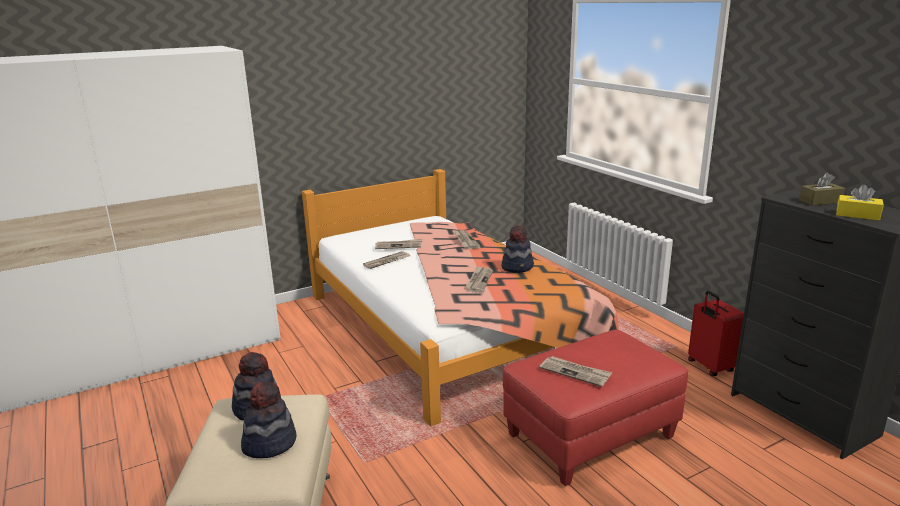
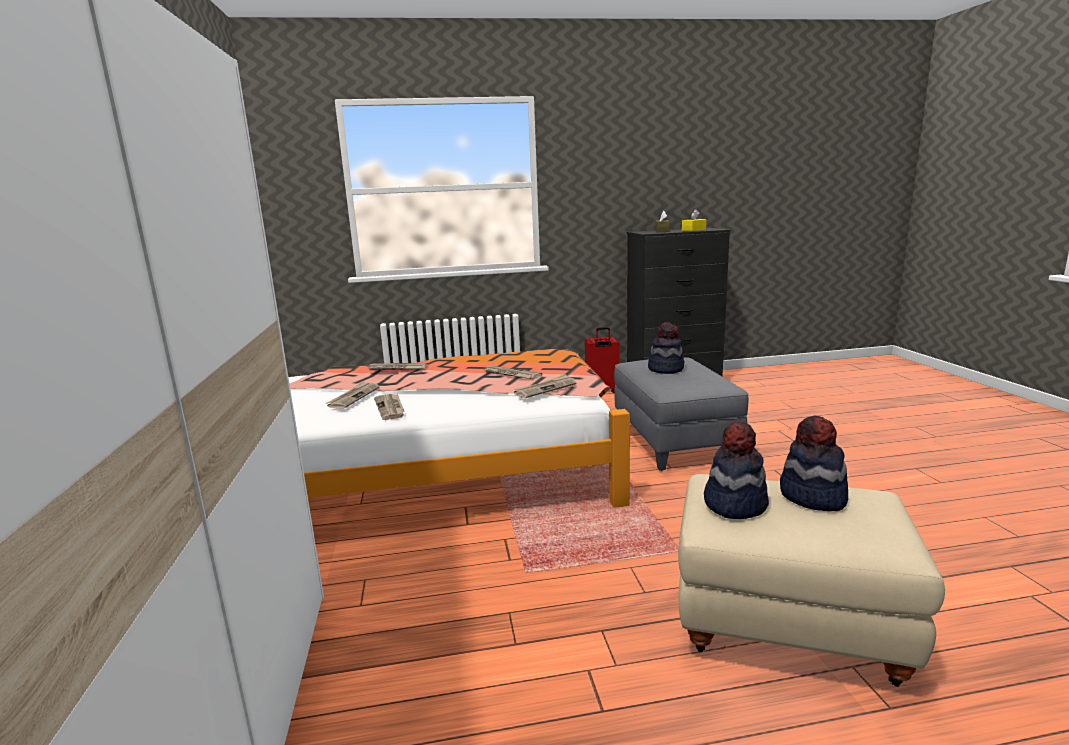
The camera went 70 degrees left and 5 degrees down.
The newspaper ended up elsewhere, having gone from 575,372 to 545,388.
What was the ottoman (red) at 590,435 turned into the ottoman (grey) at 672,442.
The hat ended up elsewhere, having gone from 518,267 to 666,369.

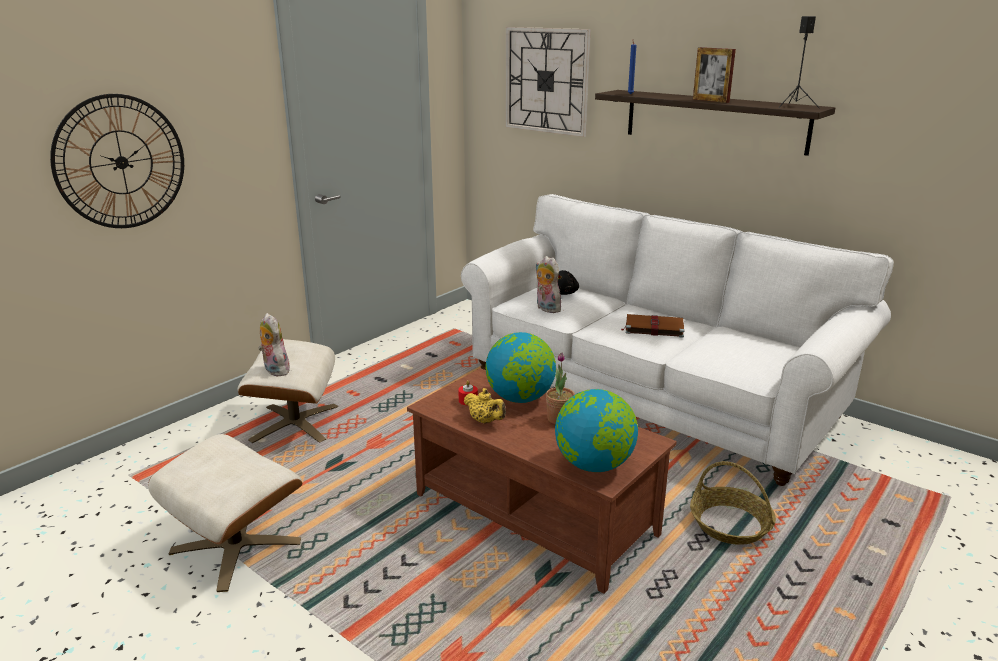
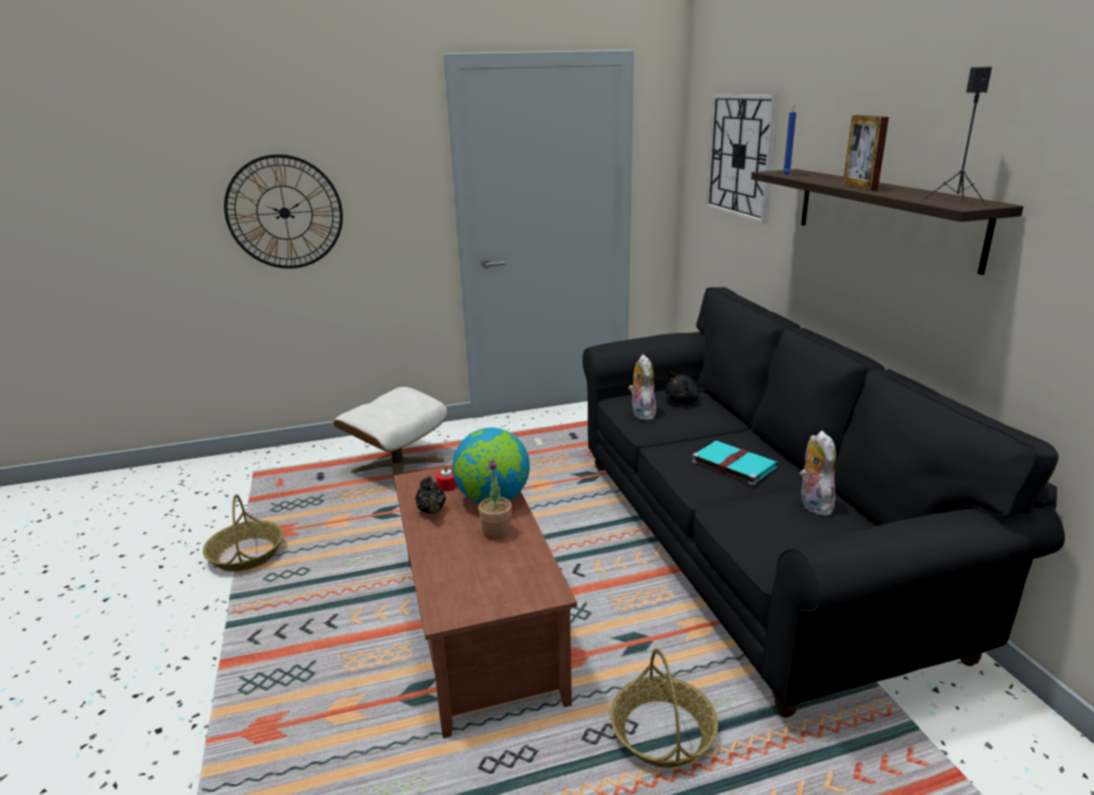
The camera went 35 degrees right and 0 degrees up.
Where the ottoman (beige) stood at 236,546, the basket came to stand at 246,554.
What was the teapot (yellow) at 485,421 turned into the teapot (black) at 432,511.
What was the sofa (white) at 651,396 turned into the sofa (black) at 746,547.
What was the book (brown) at 653,328 turned into the book (turquoise) at 732,464.
The plush toy ended up elsewhere, having gone from 274,370 to 812,504.
The second view lost the globe at 594,465.

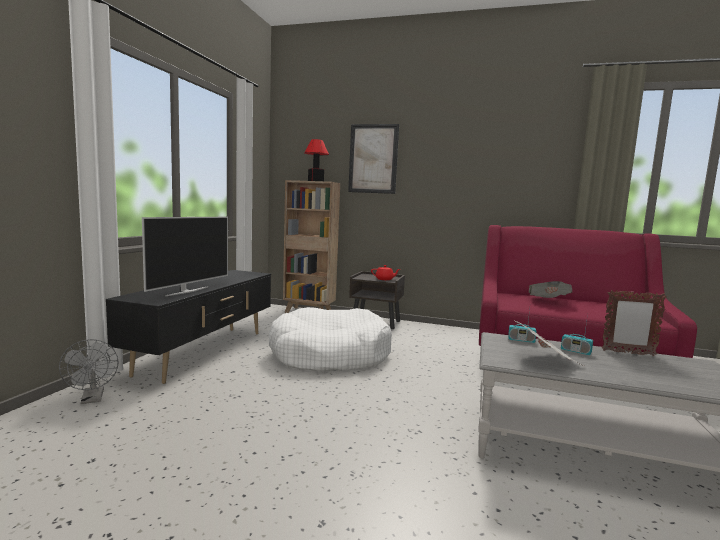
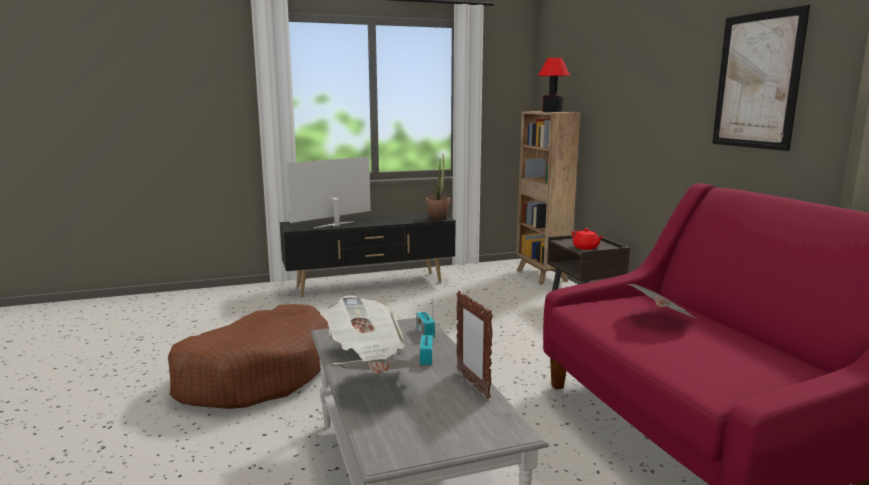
The camera went 55 degrees right and 5 degrees up.
The second view gained the dog bed (brown) at 256,374.
The television at 187,291 ended up facing another way, 150 degrees clockwise from before.
The second view gained the newspaper at 378,387.
The second view gained the potted plant at 438,218.
The picture ended up elsewhere, having gone from 373,159 to 757,81.
The second view lost the fan (grey) at 92,399.
The second view lost the dog bed (white) at 329,354.

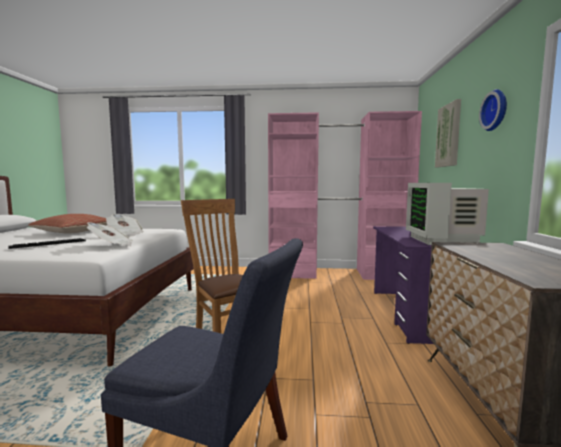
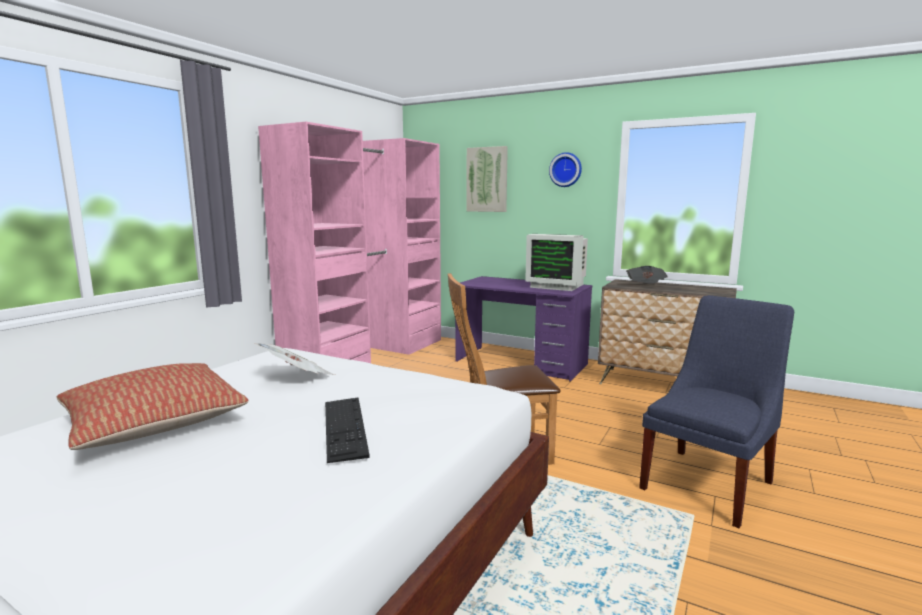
The camera went 65 degrees left and 5 degrees up.
The newspaper ended up elsewhere, having gone from 112,246 to 646,286.

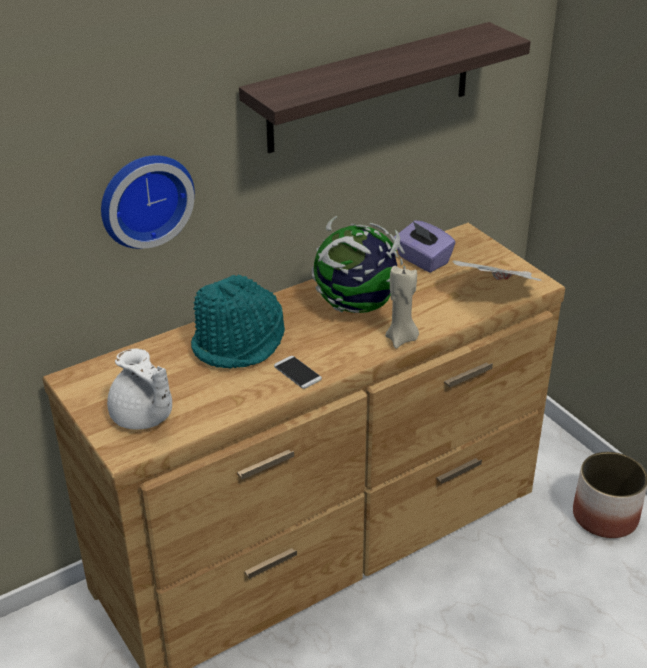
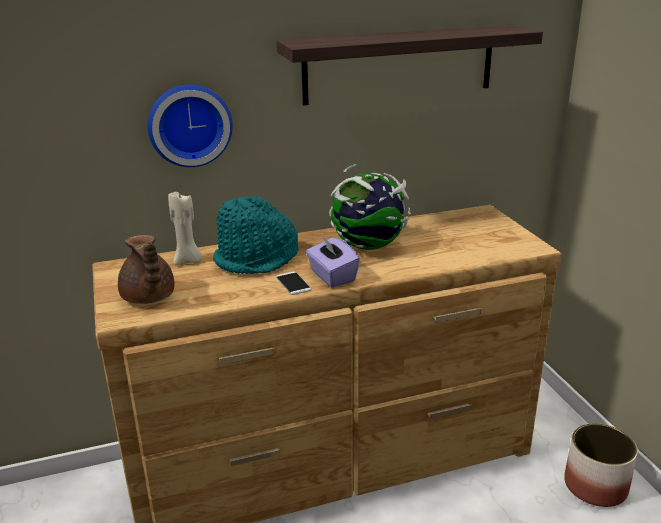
The camera went 15 degrees right and 10 degrees down.
What was the teapot (white) at 143,418 turned into the teapot (brown) at 148,298.
The candle (beige) ended up elsewhere, having gone from 401,339 to 188,261.
The tissue box (purple) ended up elsewhere, having gone from 422,260 to 332,276.
The second view lost the newspaper at 498,292.

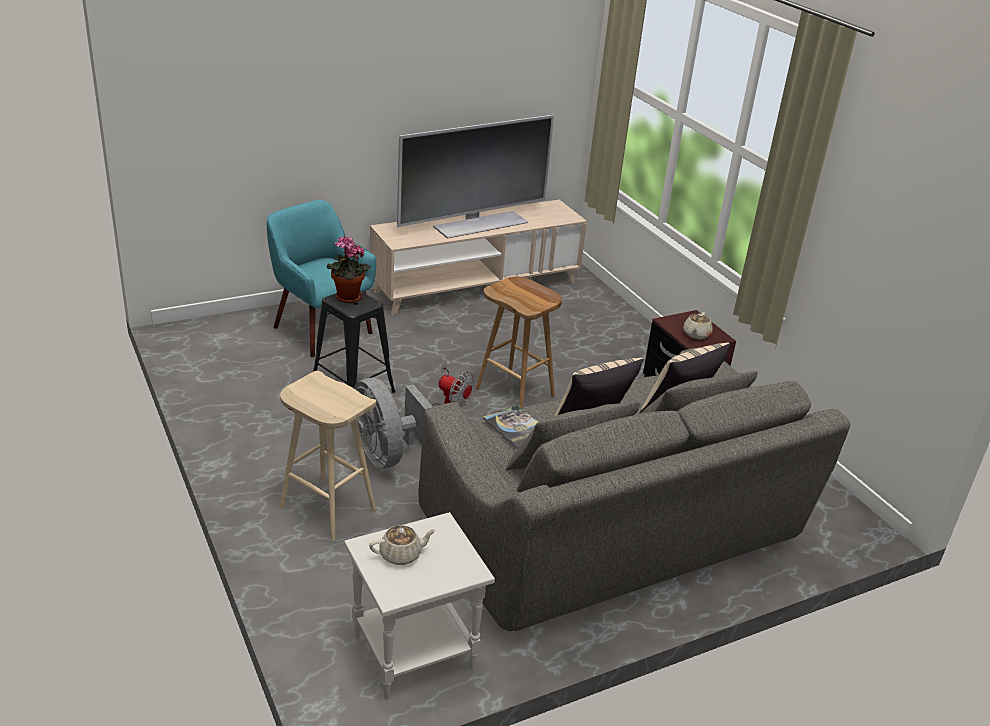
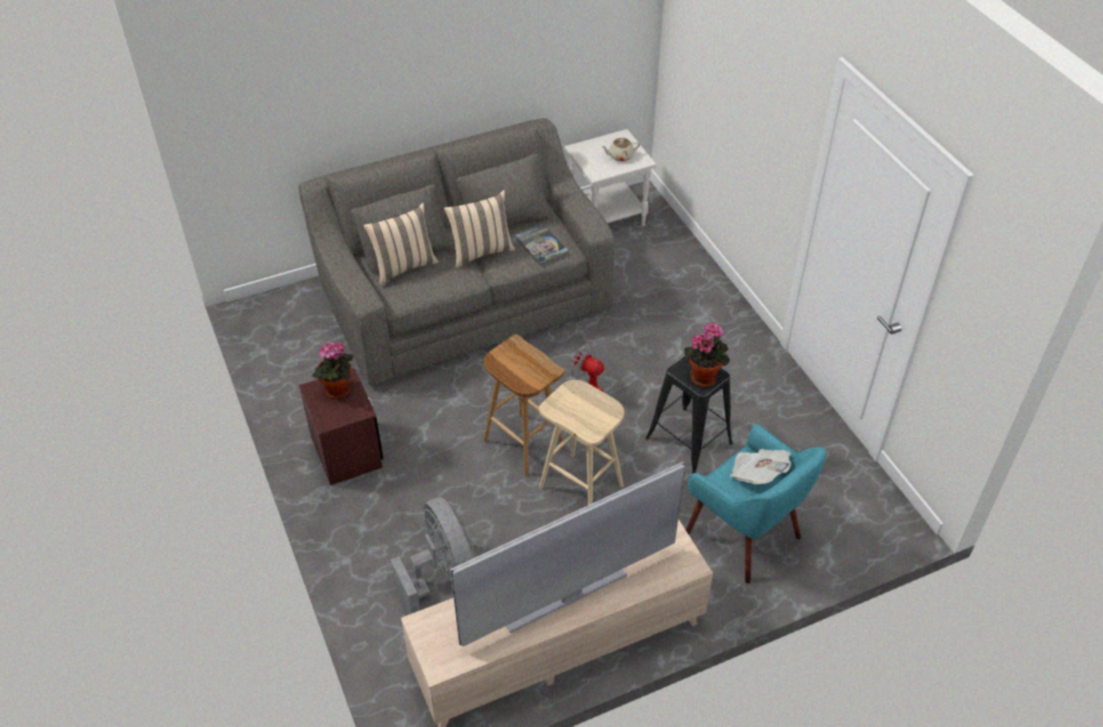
The camera went 175 degrees left and 15 degrees up.
Where the teapot (beige) stood at 696,334, the potted plant came to stand at 337,391.
The fan (grey) ended up elsewhere, having gone from 386,455 to 442,575.
The stool (beige) ended up elsewhere, having gone from 326,509 to 582,486.
The second view gained the newspaper at 757,474.

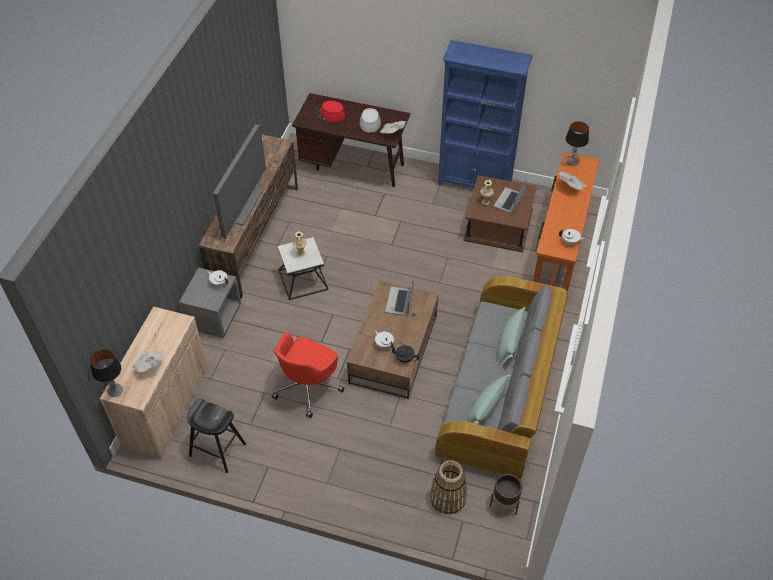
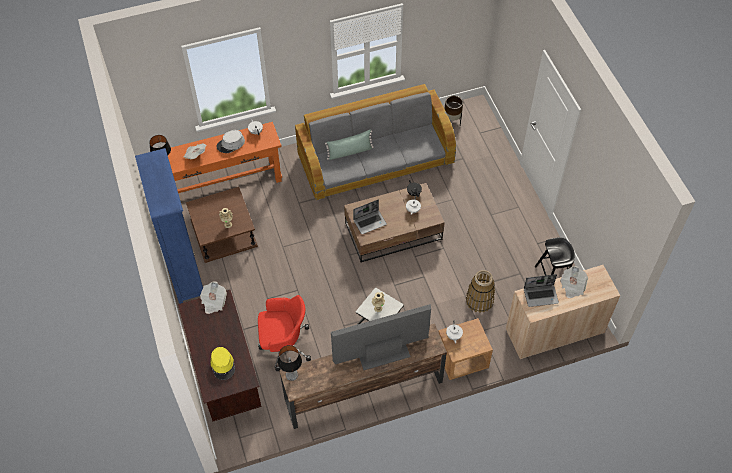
The camera went 125 degrees left and 5 degrees up.
What was the hat (red) at 329,114 turned into the hat (yellow) at 223,365.
The hat (grey) ended up elsewhere, having gone from 370,121 to 231,144.
The office chair (red) ended up elsewhere, having gone from 308,387 to 284,344.
The table lamp ended up elsewhere, having gone from 115,390 to 292,375.
What was the nightstand (grey) at 214,317 turned into the nightstand (brown) at 461,359.
The basket ended up elsewhere, having gone from 448,498 to 479,300.
The laptop ended up elsewhere, having gone from 509,201 to 541,295.
The second view lost the pillow (green) at 485,408.

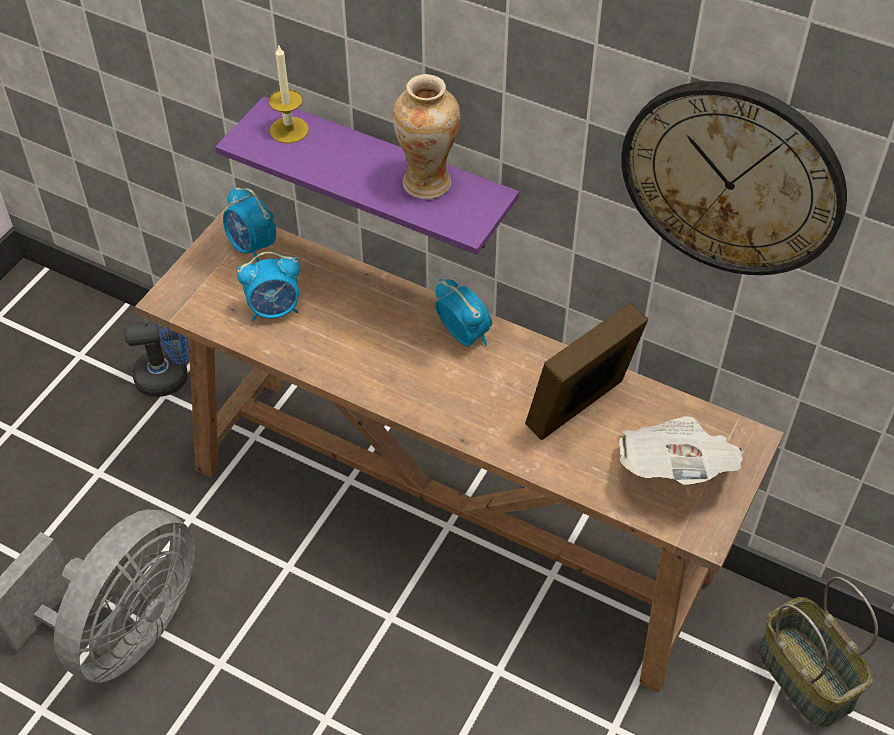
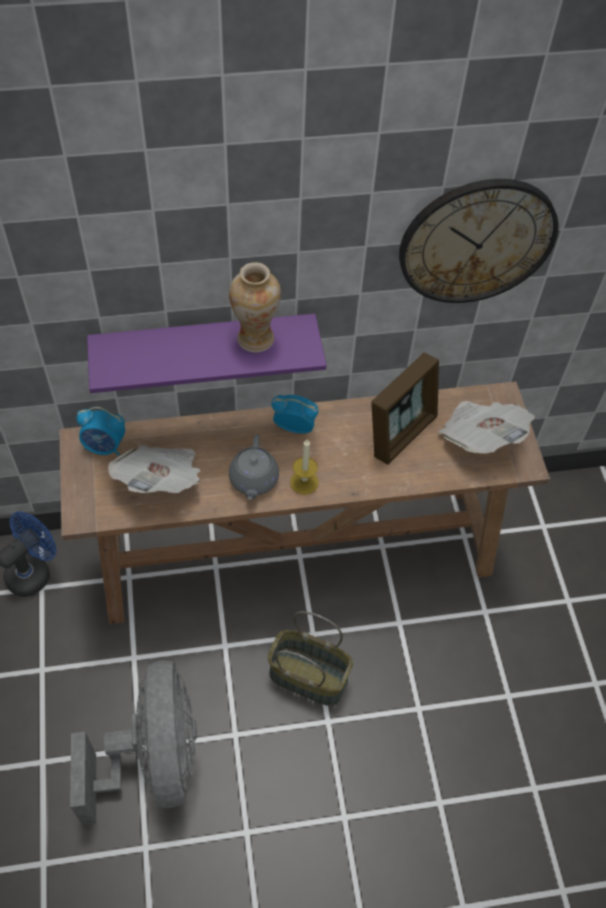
The camera went 40 degrees left and 5 degrees up.
Where the alarm clock stood at 275,310, the newspaper came to stand at 161,481.
The second view gained the teapot (grey) at 253,480.
The basket ended up elsewhere, having gone from 807,677 to 309,676.
The candle ended up elsewhere, having gone from 289,130 to 304,482.
The picture frame at 580,409 ended up facing another way, 150 degrees counterclockwise from before.

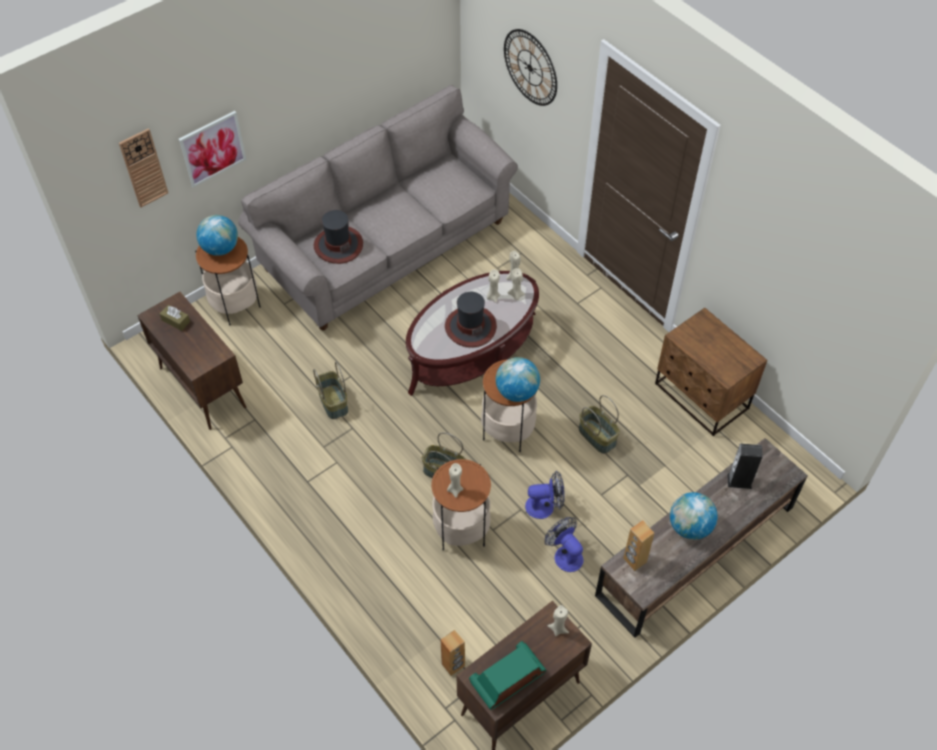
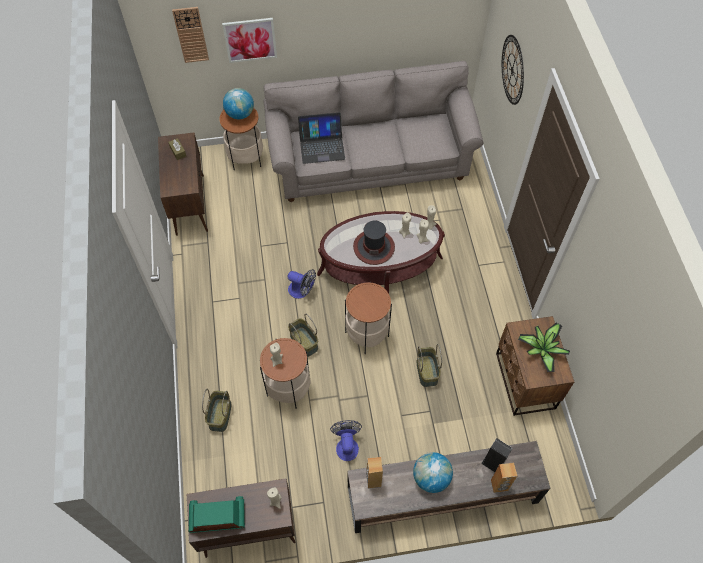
The camera went 30 degrees right and 5 degrees up.
The basket ended up elsewhere, having gone from 334,402 to 220,415.
The fan ended up elsewhere, having gone from 545,506 to 302,291.
Where the hat stood at 338,245, the laptop came to stand at 322,146.
The speaker (brown) ended up elsewhere, having gone from 453,665 to 499,485.
The second view gained the potted plant at 542,349.
The second view lost the globe at 517,392.

